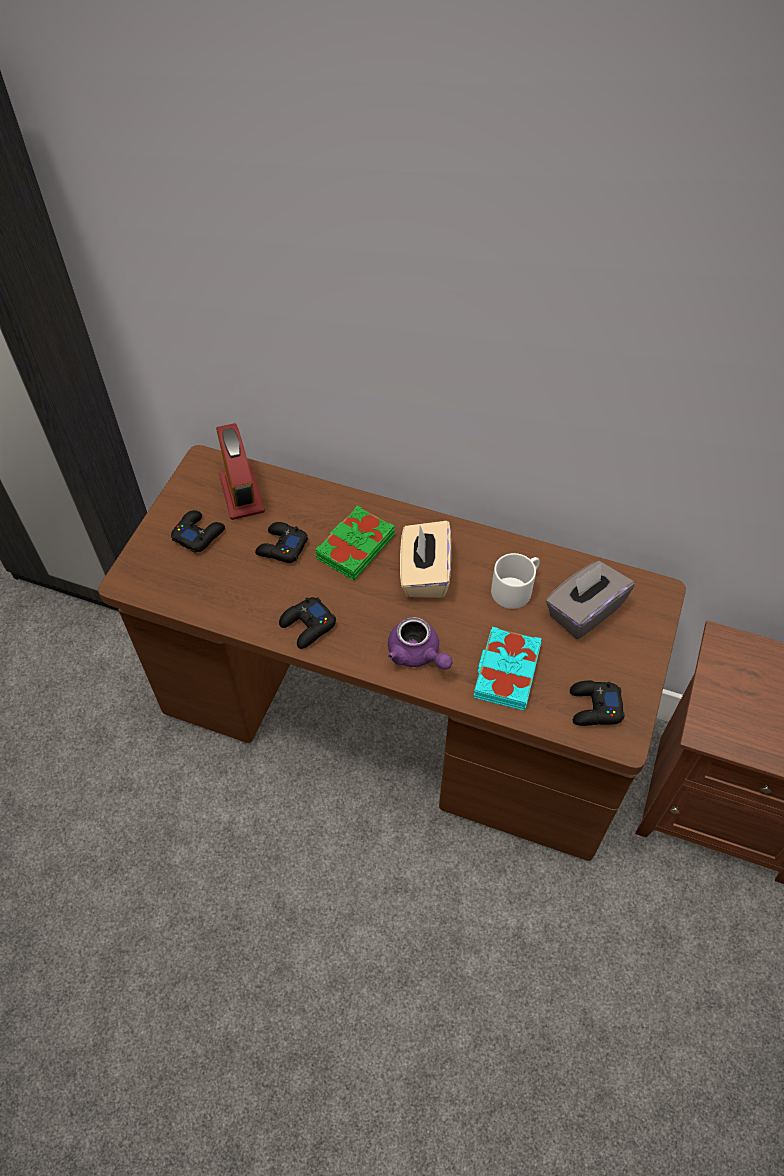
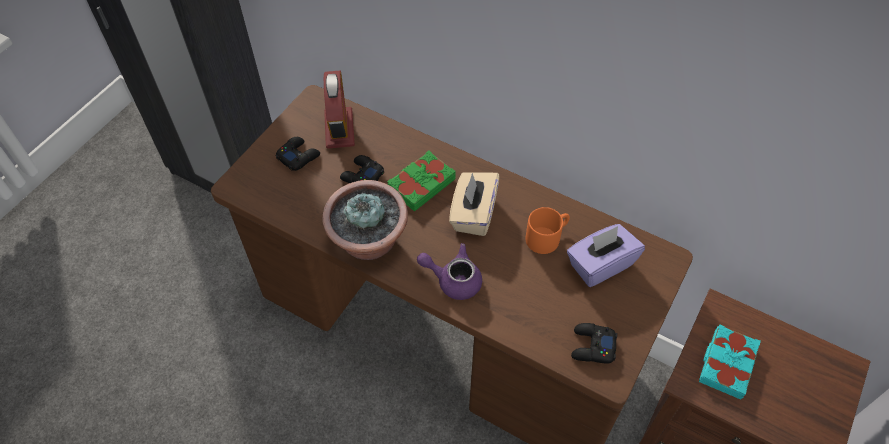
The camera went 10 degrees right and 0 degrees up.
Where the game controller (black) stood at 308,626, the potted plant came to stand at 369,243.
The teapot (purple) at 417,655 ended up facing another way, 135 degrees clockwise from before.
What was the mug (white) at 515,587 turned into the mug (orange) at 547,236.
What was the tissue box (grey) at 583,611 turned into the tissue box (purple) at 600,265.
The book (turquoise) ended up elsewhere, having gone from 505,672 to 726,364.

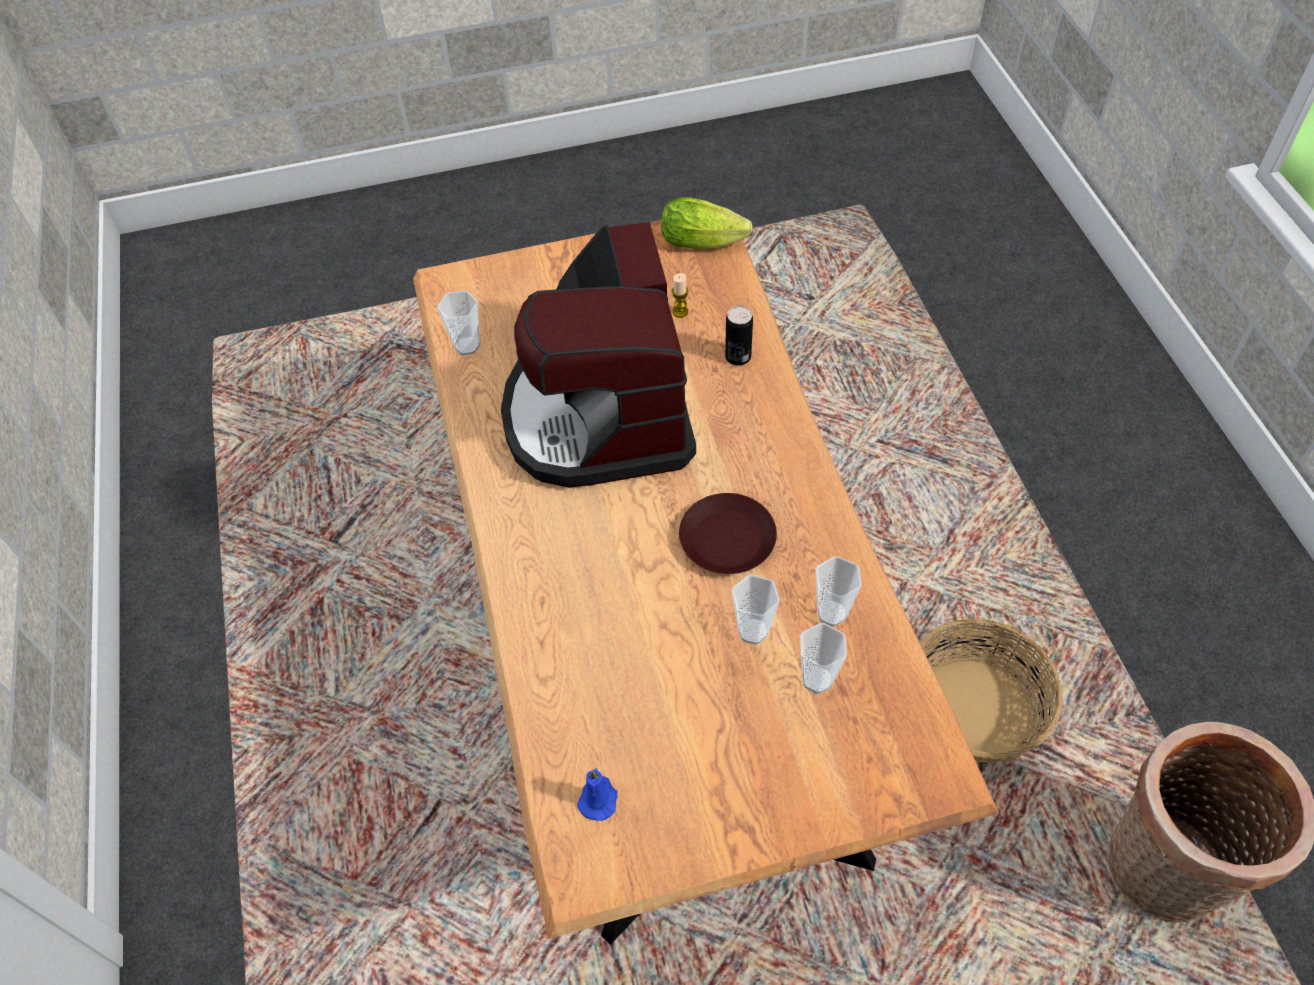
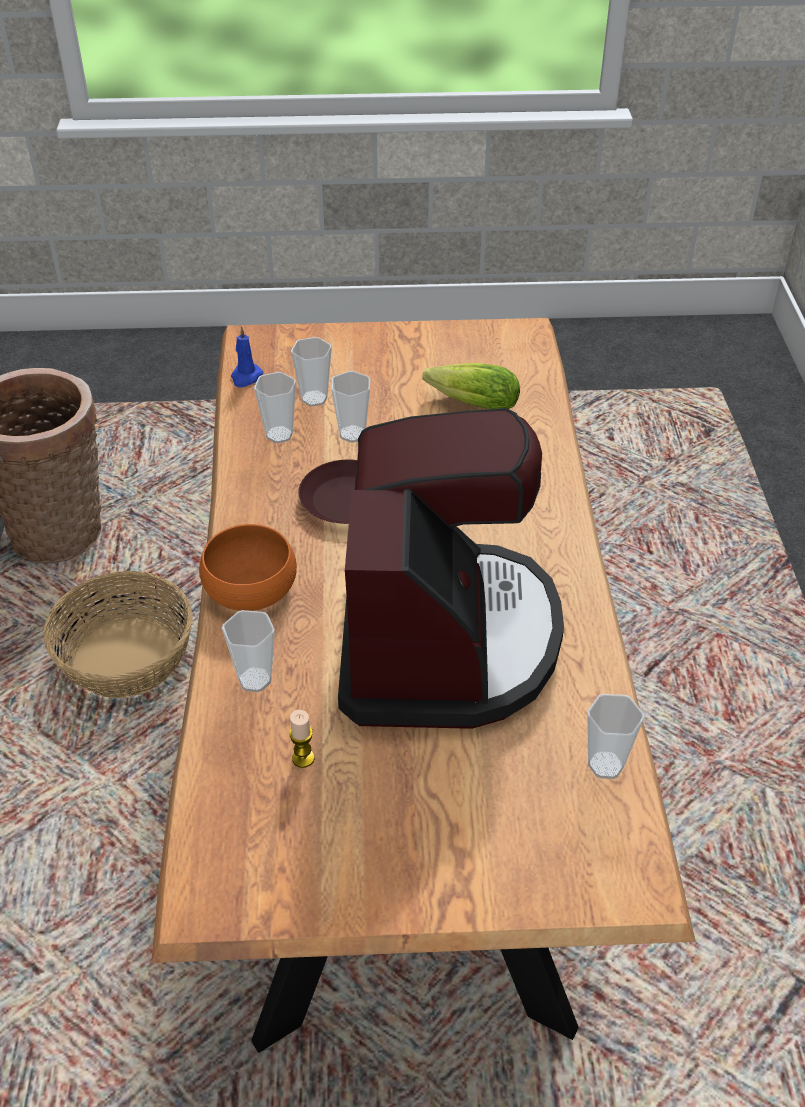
The camera went 170 degrees left and 10 degrees down.
The second view gained the bowl (orange) at 250,588.
Where the can stood at 738,356, the cup came to stand at 255,680.
The candle (blue) ended up elsewhere, having gone from 598,798 to 246,377.
The lettuce ended up elsewhere, having gone from 706,241 to 469,403.

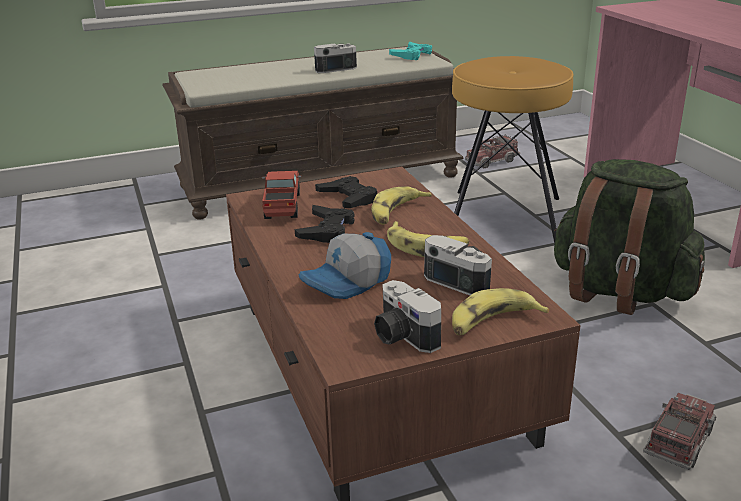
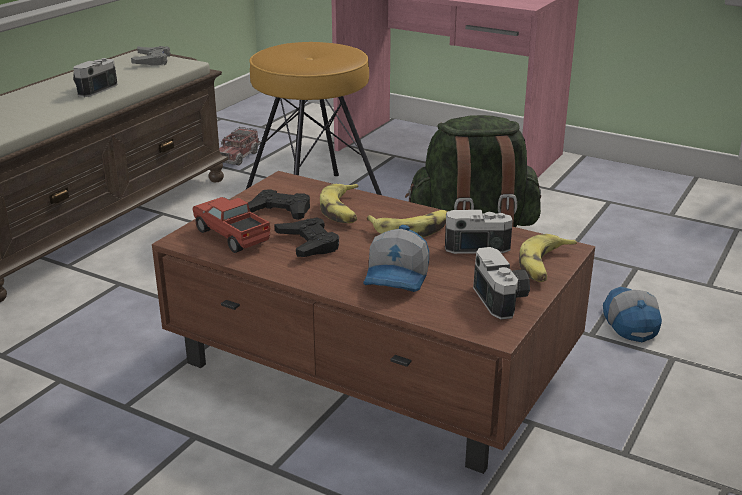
The camera went 40 degrees left and 0 degrees up.
What was the game controller (turquoise) at 412,55 turned into the game controller (grey) at 152,60.
The photo camera at 402,336 ended up facing another way, 120 degrees counterclockwise from before.
Where the toy truck stood at 679,442, the cap came to stand at 628,322.

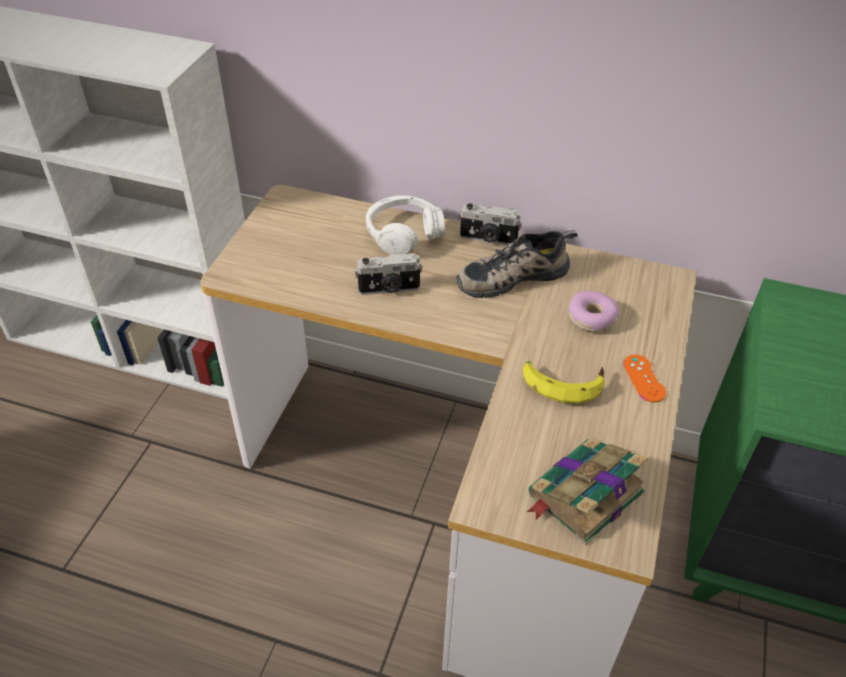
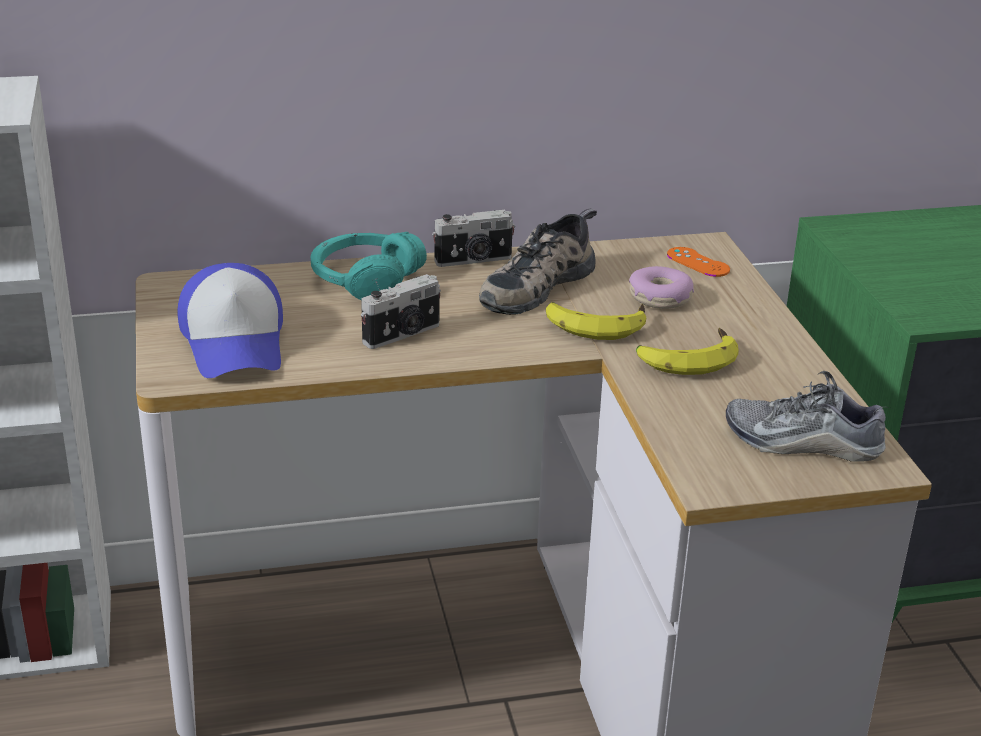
The camera went 30 degrees left and 15 degrees down.
The second view gained the cap at 235,341.
What was the headphones (white) at 403,233 turned into the headphones (turquoise) at 365,280.
The second view gained the banana at 596,325.
The game controller (orange) ended up elsewhere, having gone from 644,378 to 698,262.
Where the book stood at 583,495, the shoe came to stand at 802,442.

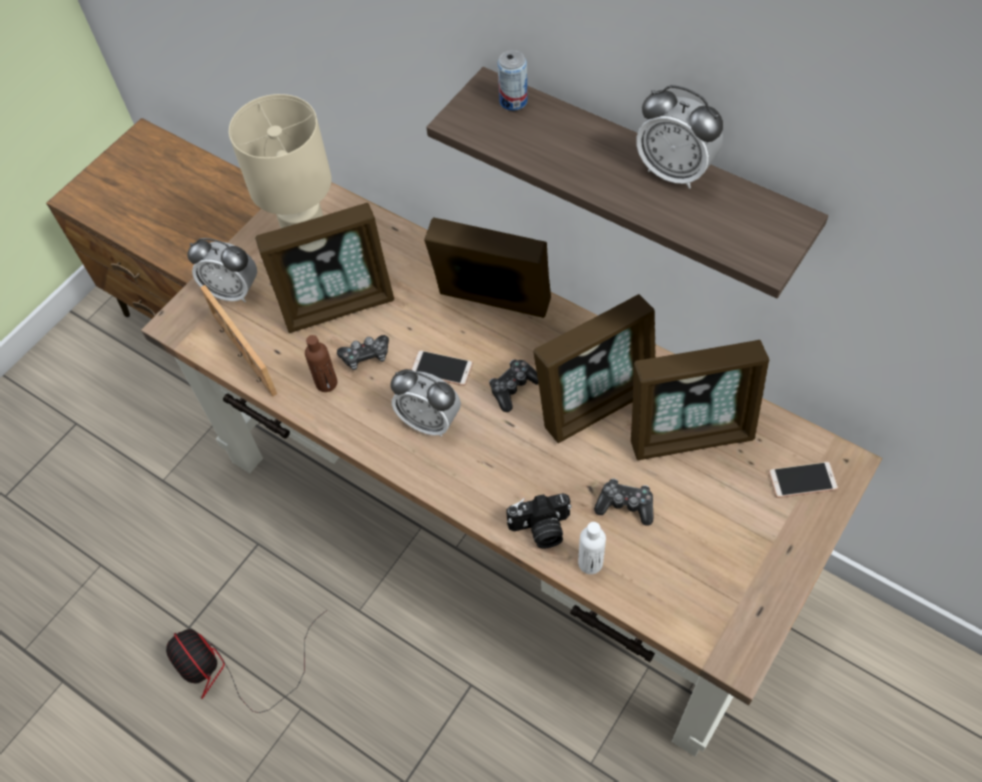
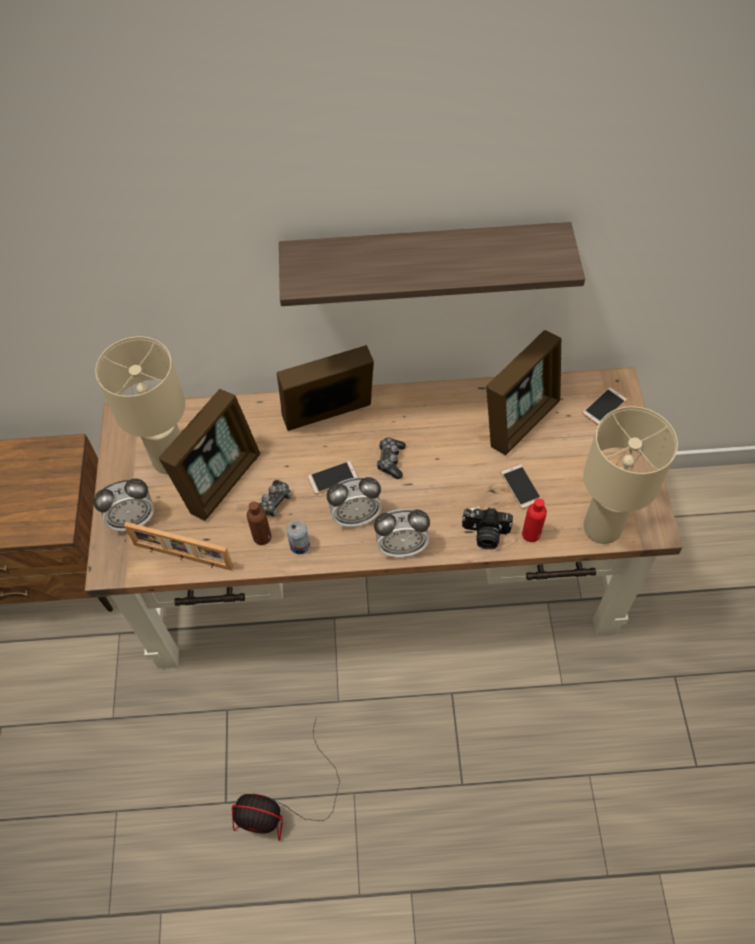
The camera went 40 degrees left and 0 degrees up.
The can ended up elsewhere, having gone from 513,101 to 300,545.
The alarm clock ended up elsewhere, having gone from 674,171 to 401,546.
The photo camera at 541,529 ended up facing another way, 60 degrees clockwise from before.
Where the game controller stood at 625,505, the phone came to stand at 521,487.
What was the bottle (white) at 590,563 turned into the bottle (red) at 531,534.
The second view gained the table lamp (beige) at 602,529.
The second view lost the picture frame at 595,402.

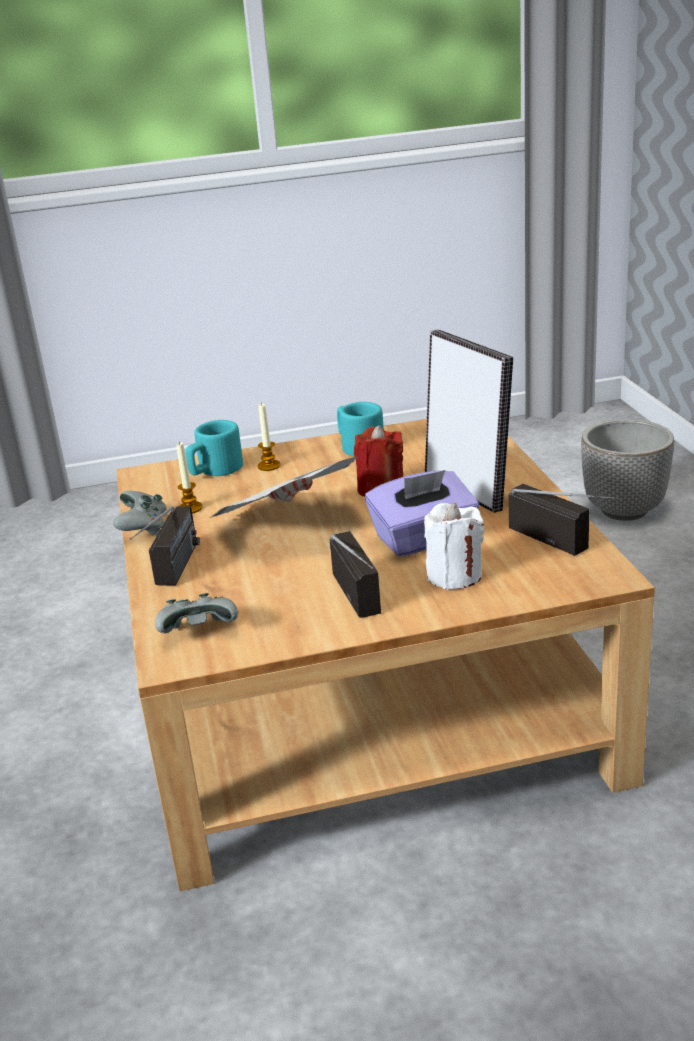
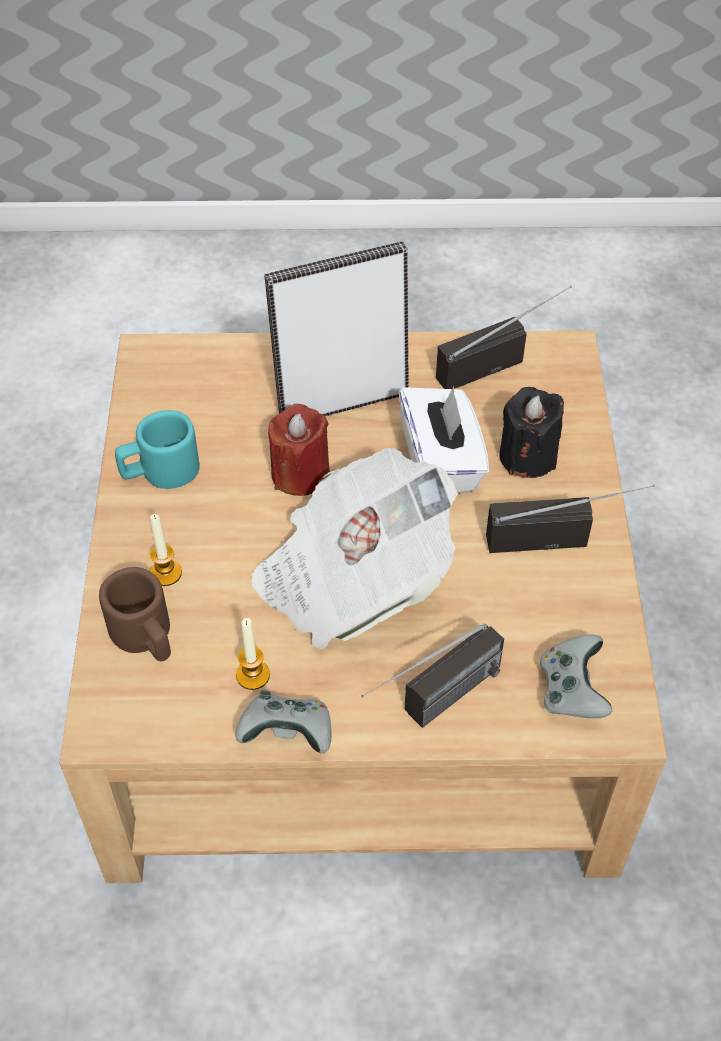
The camera went 80 degrees left and 25 degrees up.
What was the mug (turquoise) at 215,471 turned into the mug (brown) at 145,636.
The radio at 173,575 ended up facing another way, 120 degrees clockwise from before.
What was the tissue box (purple) at 424,539 turned into the tissue box (white) at 441,462.
What was the candle (white) at 454,576 turned into the candle (black) at 527,456.
The second view lost the planter at 625,510.

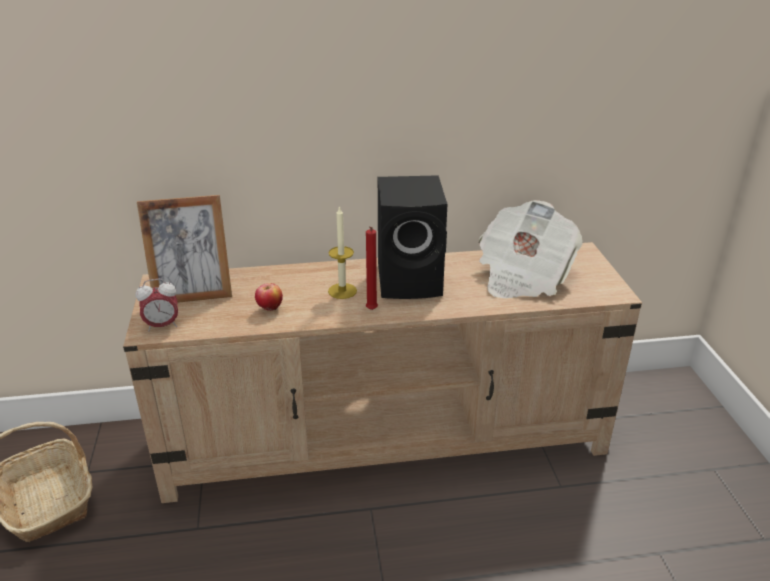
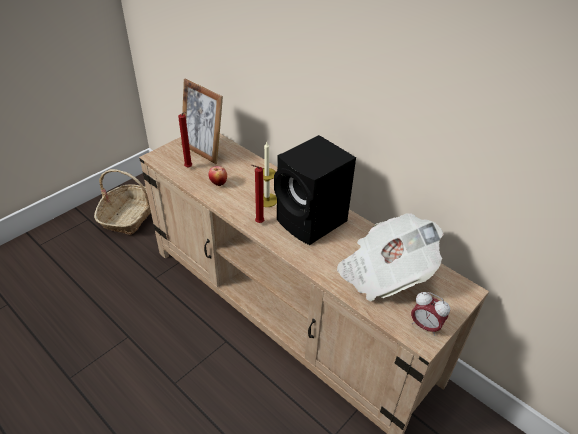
The camera went 50 degrees right and 10 degrees up.
The second view gained the candle (red) at 189,168.
The alarm clock ended up elsewhere, having gone from 162,326 to 425,326.

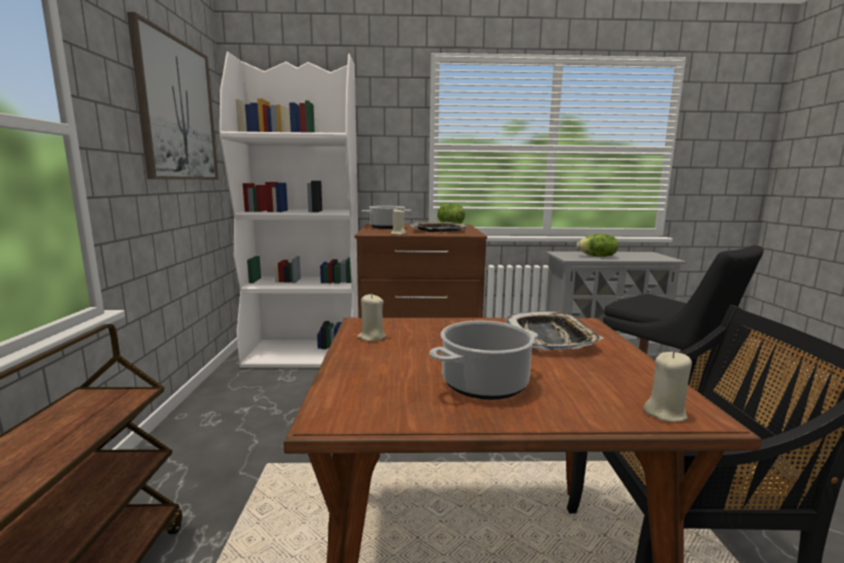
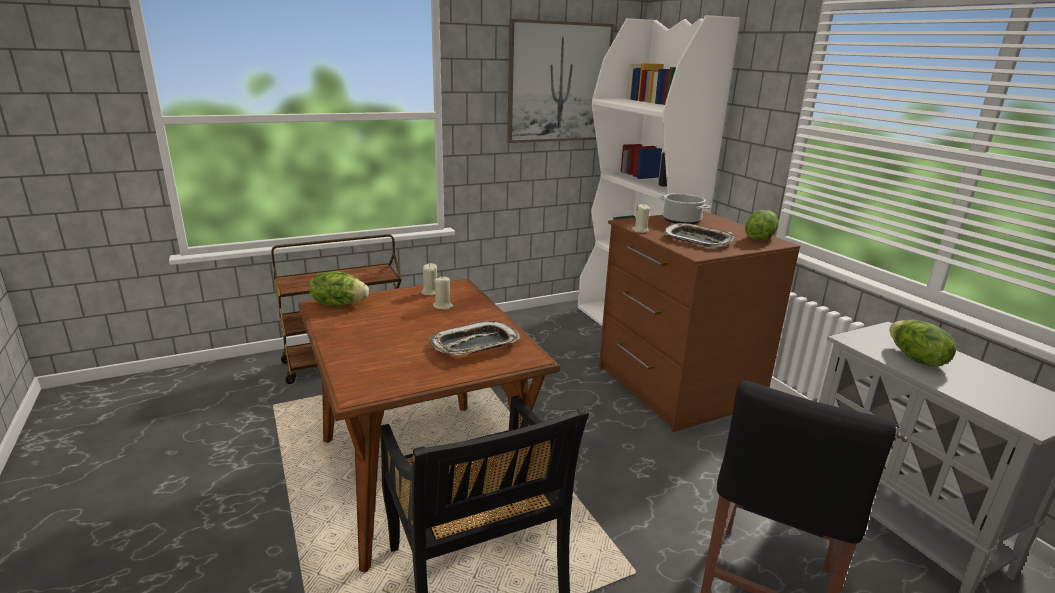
The camera went 65 degrees right and 10 degrees up.
The second view gained the lettuce at 339,304.
The candle (beige) ended up elsewhere, having gone from 665,413 to 443,306.
The second view lost the cooking pot at 485,384.

